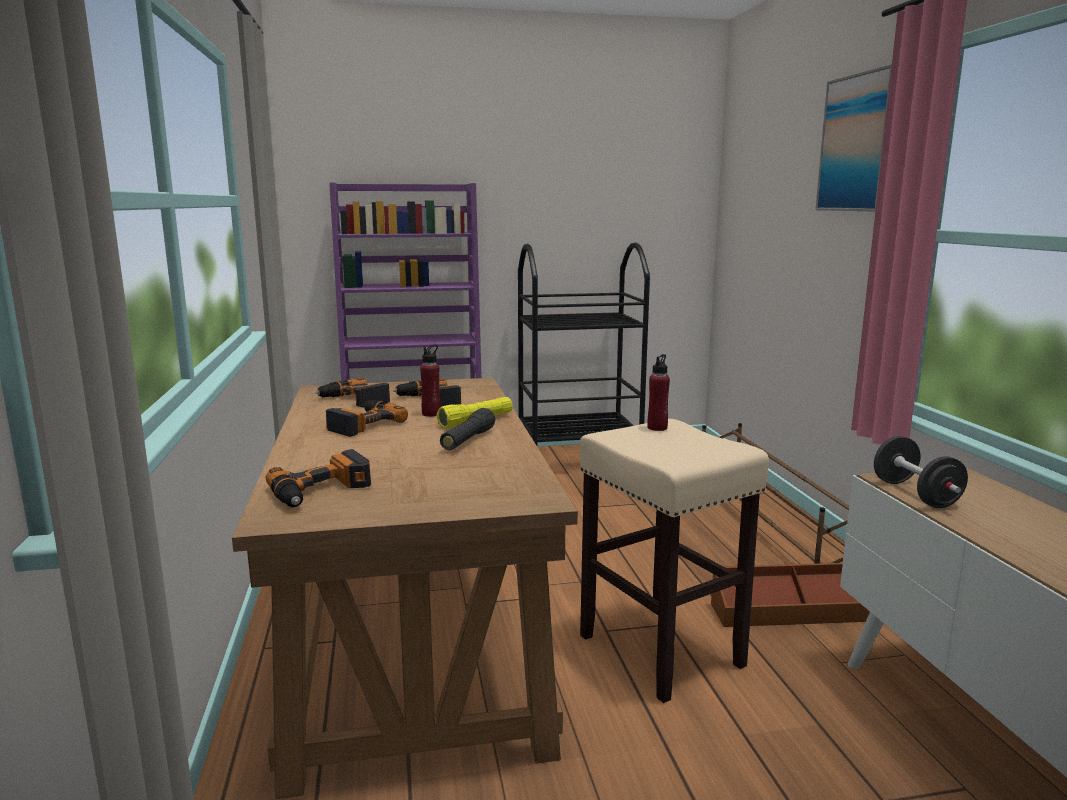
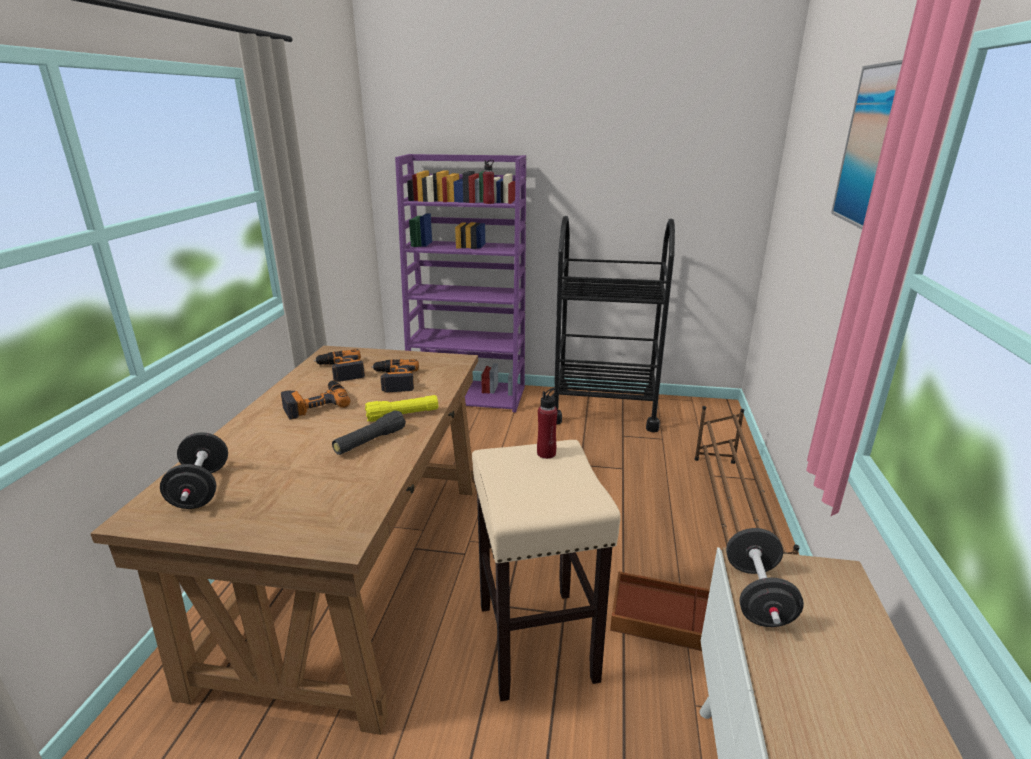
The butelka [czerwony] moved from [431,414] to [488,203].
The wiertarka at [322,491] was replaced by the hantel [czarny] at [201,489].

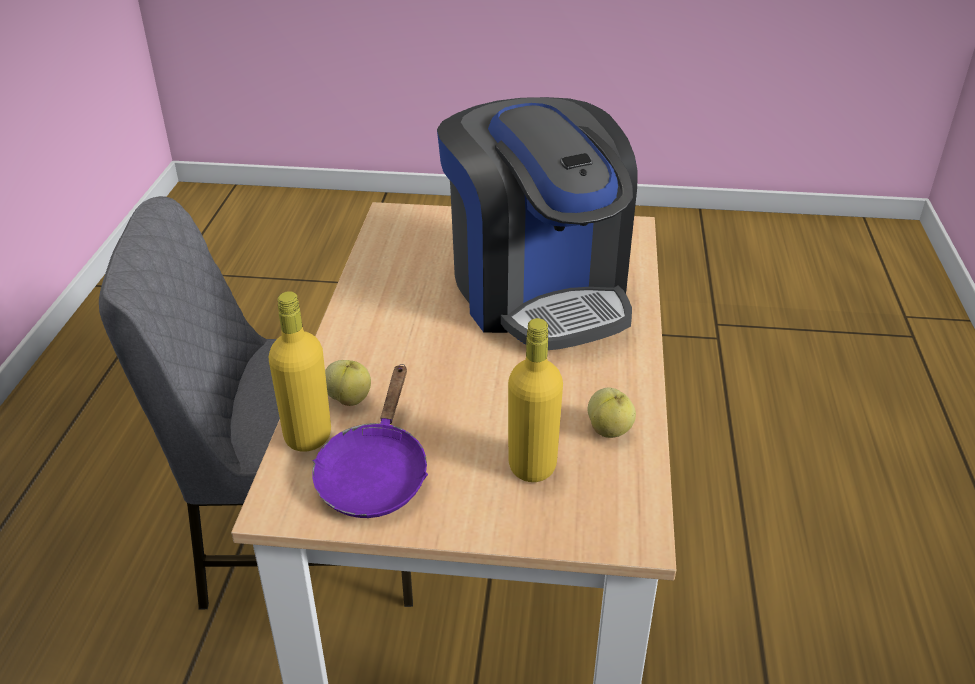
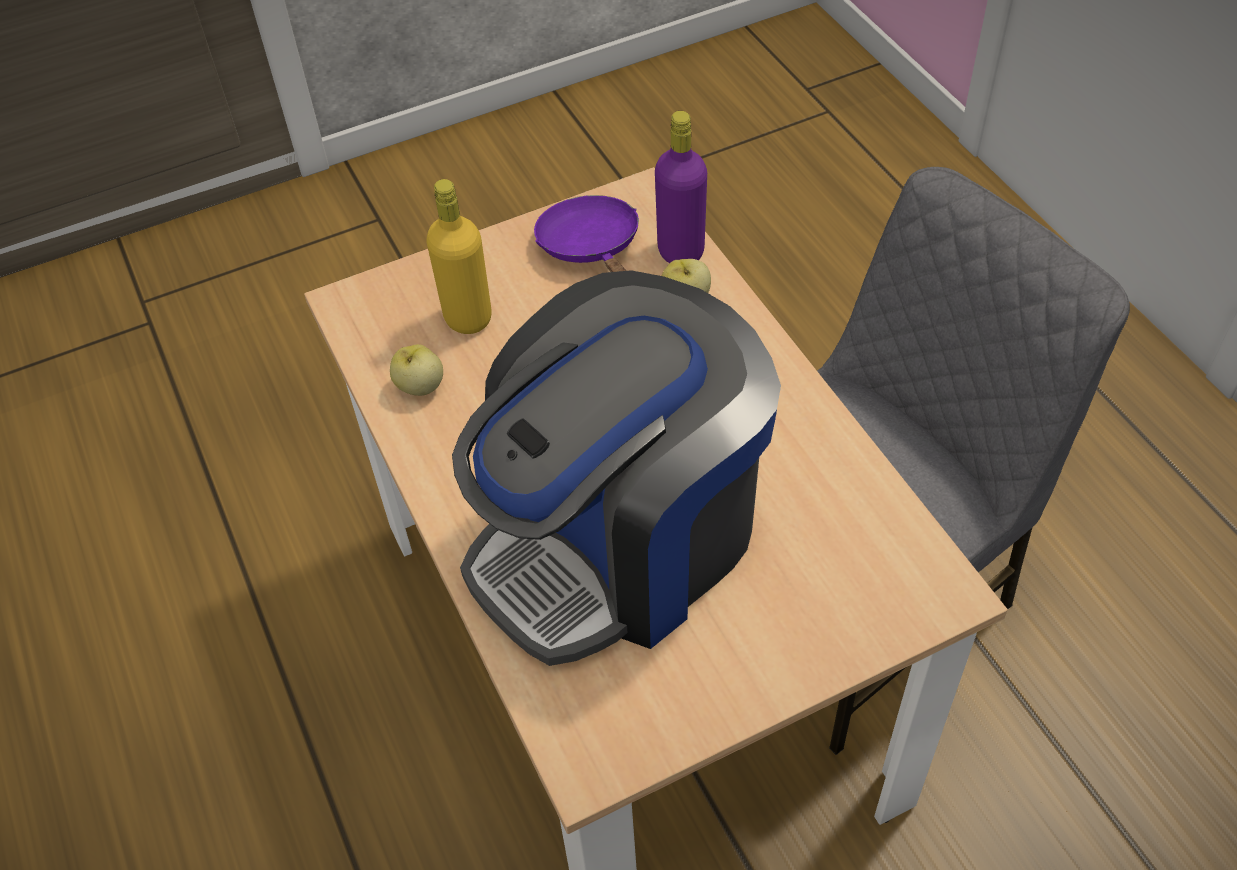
The butelka [żółty] at [308,436] became the butelka [fioletowy] at [681,251].
The ekspres do kawy at [538,291] turned 75 degrees counterclockwise.

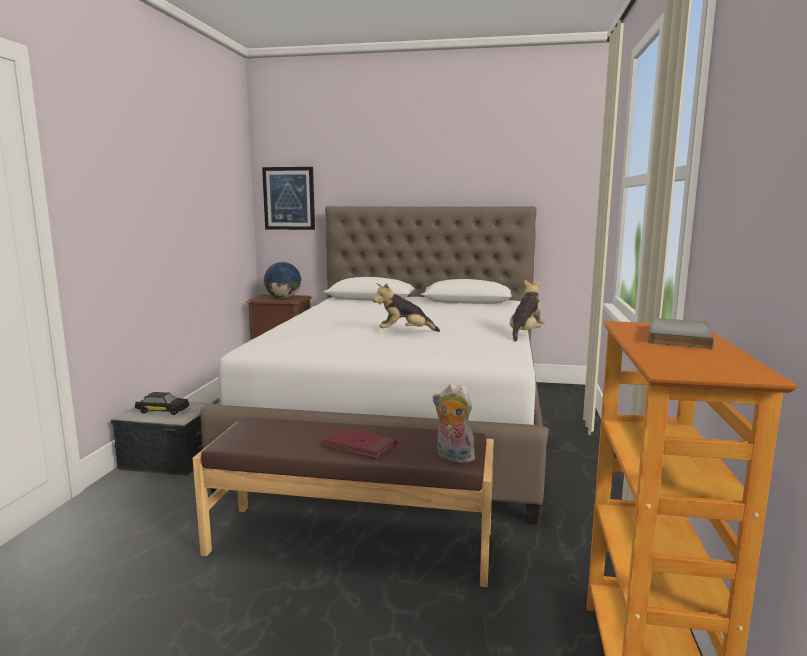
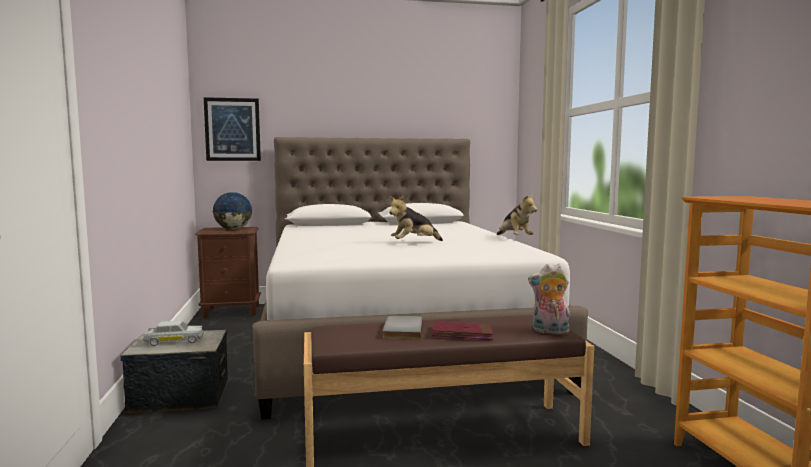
The książka [szary] moved from [675,336] to [401,330].
The samochodzik [czarny] at [162,410] became the samochodzik [biały] at [174,341].
The pluszak at [525,333] turned 150 degrees clockwise.

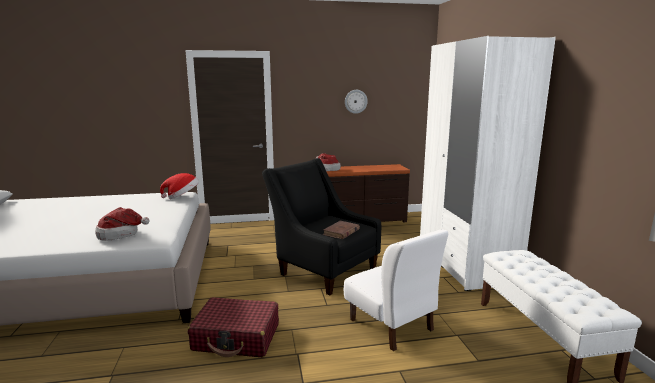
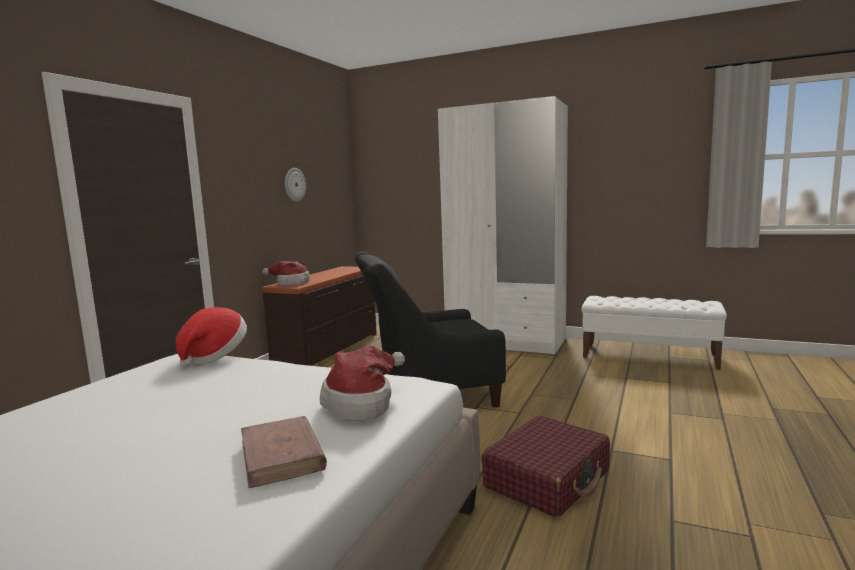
The krzesło [biały] at [391,325] disappeared.
The książka [brązowy] moved from [341,232] to [282,455].

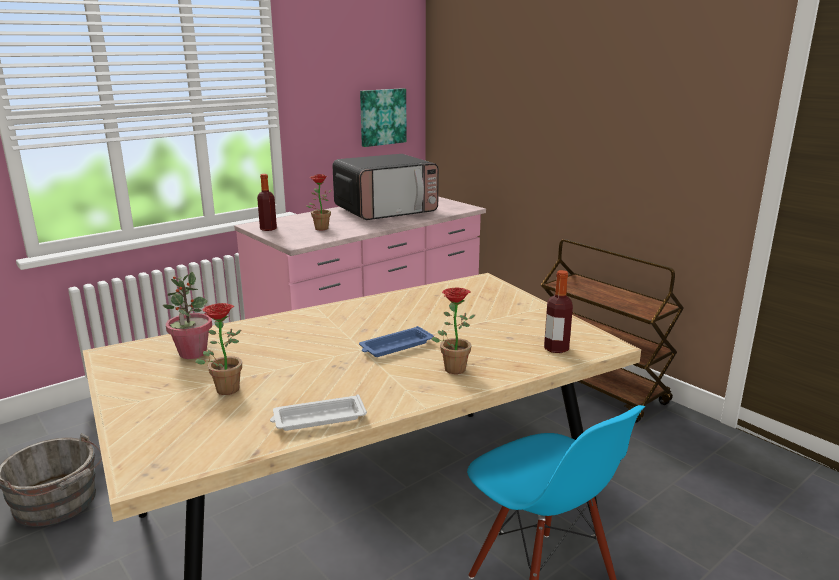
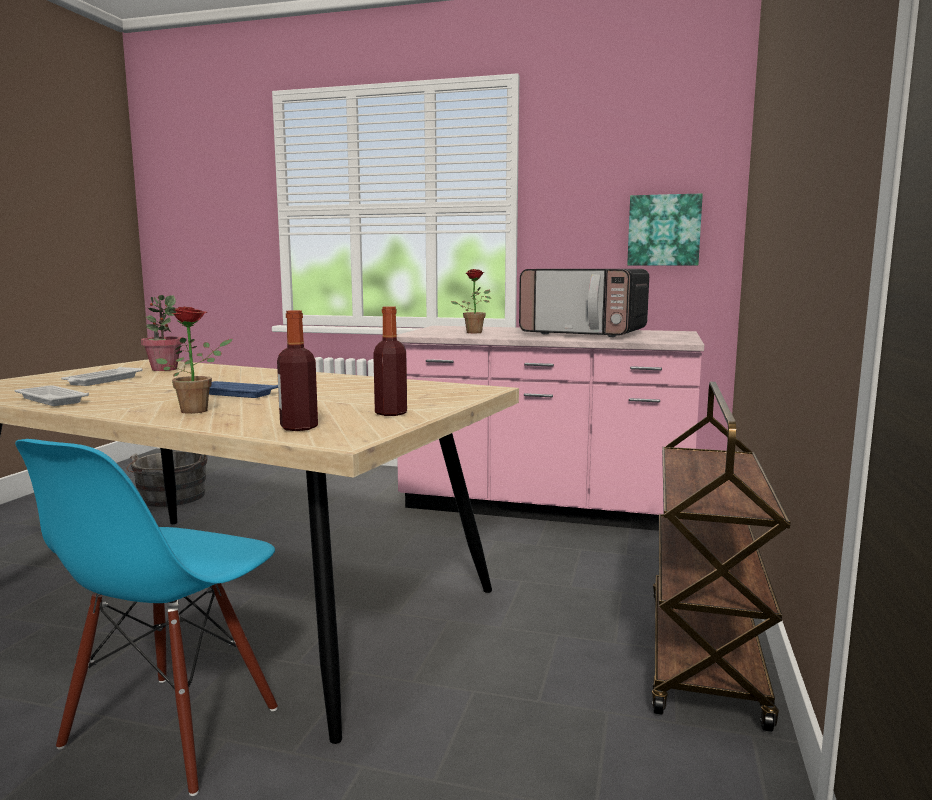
The butelka moved from [268,229] to [391,413].
The roślina doniczkowa at [225,387] was replaced by the taca [biały] at [102,381].

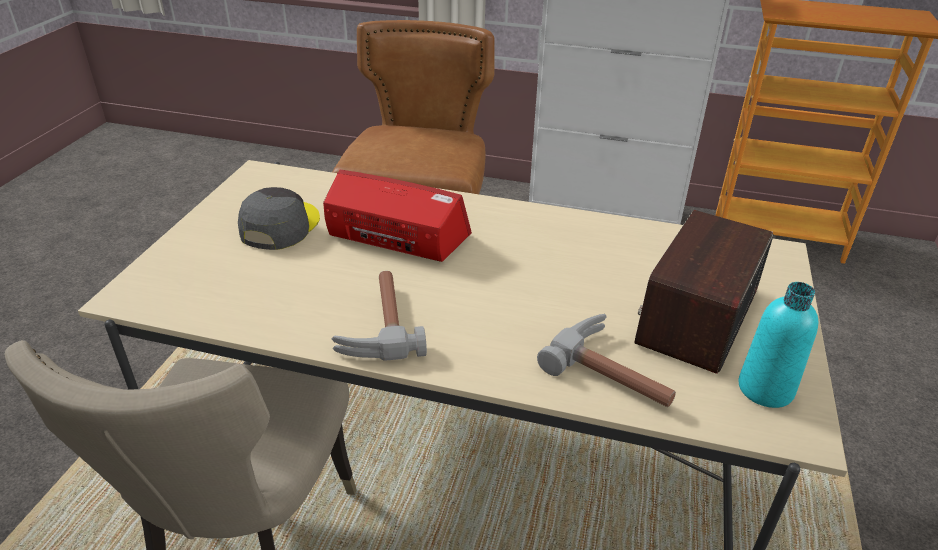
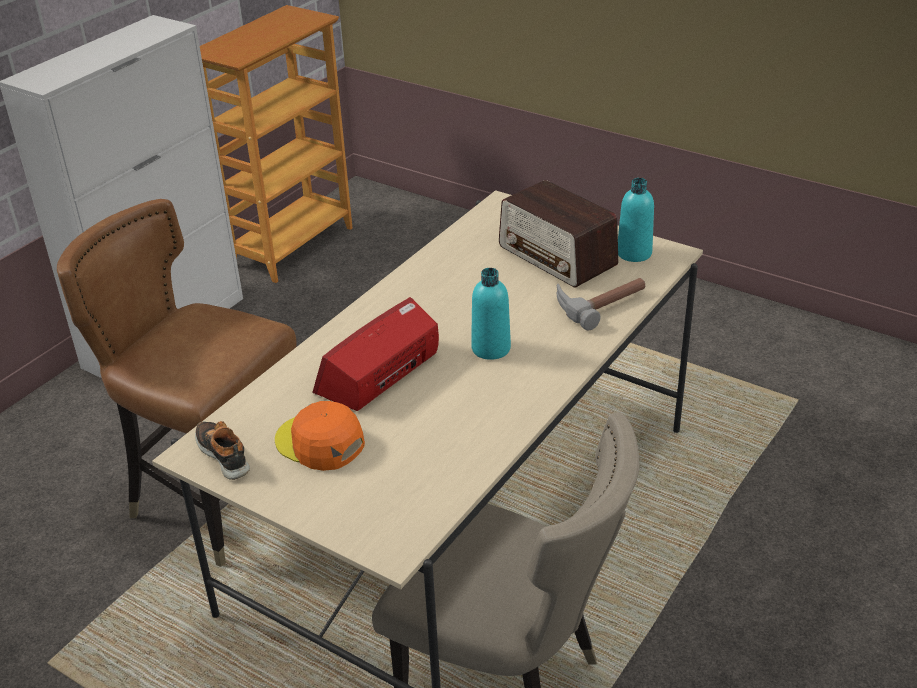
The młotek at [376,324] disappeared.
The but at [224,455] appeared.
The butelka [turkusowy] at [491,348] appeared.
The czapka z daszkiem [szary] at [279,226] became the czapka z daszkiem [pomarańczowy] at [319,443].

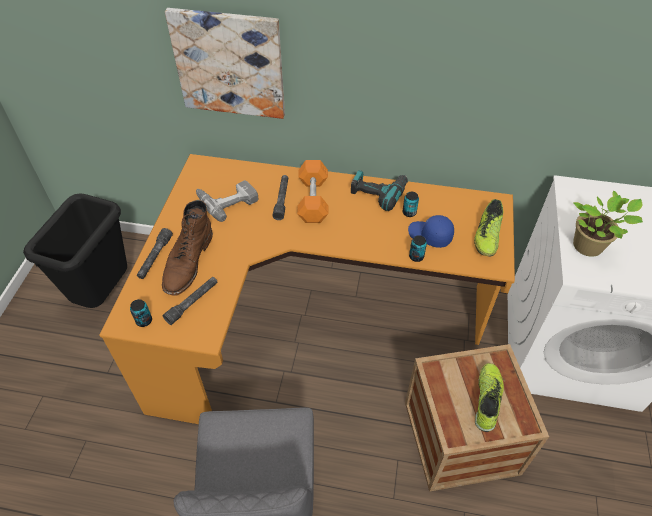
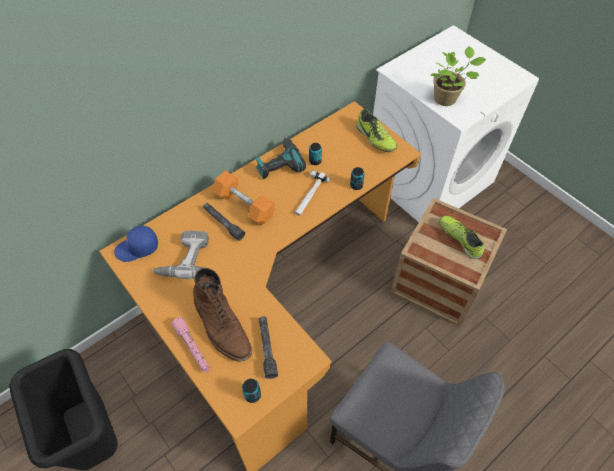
The obraz at [229,63] disappeared.
The młotek at [309,195] appeared.
The czapka z daszkiem [niebieski] moved from [429,235] to [137,248].
The latarka [szary] at [155,257] became the latarka [różowy] at [192,347].

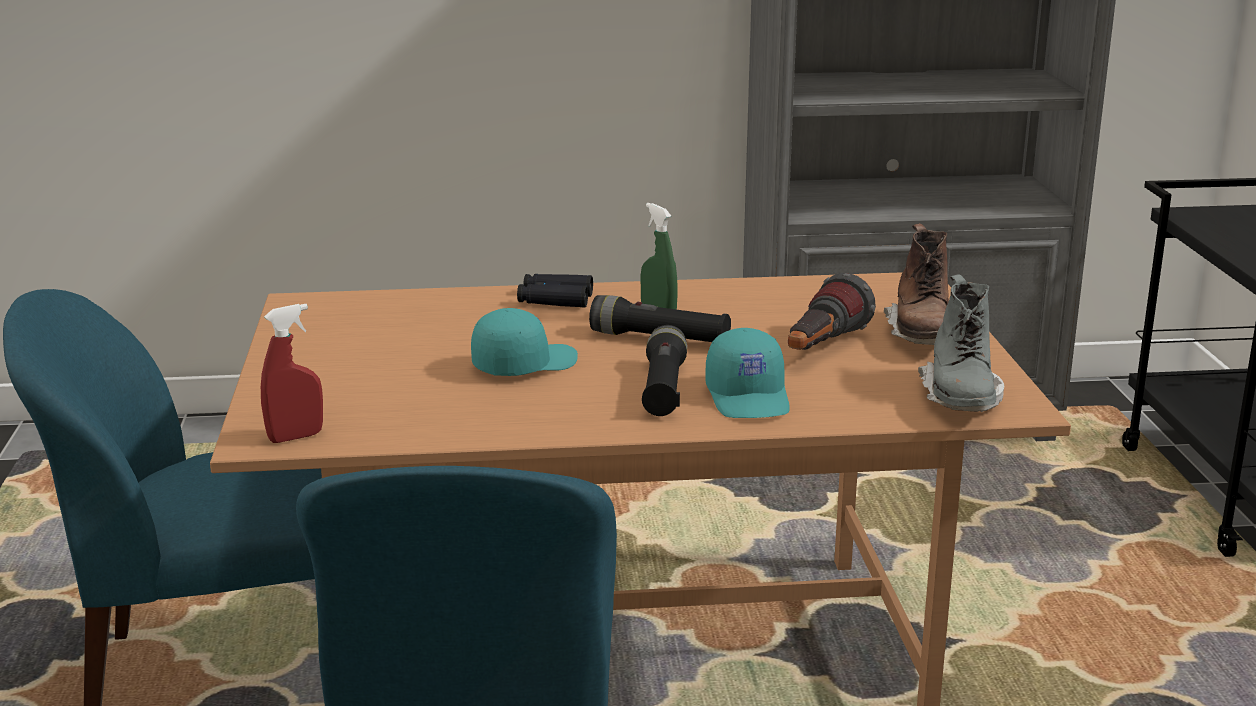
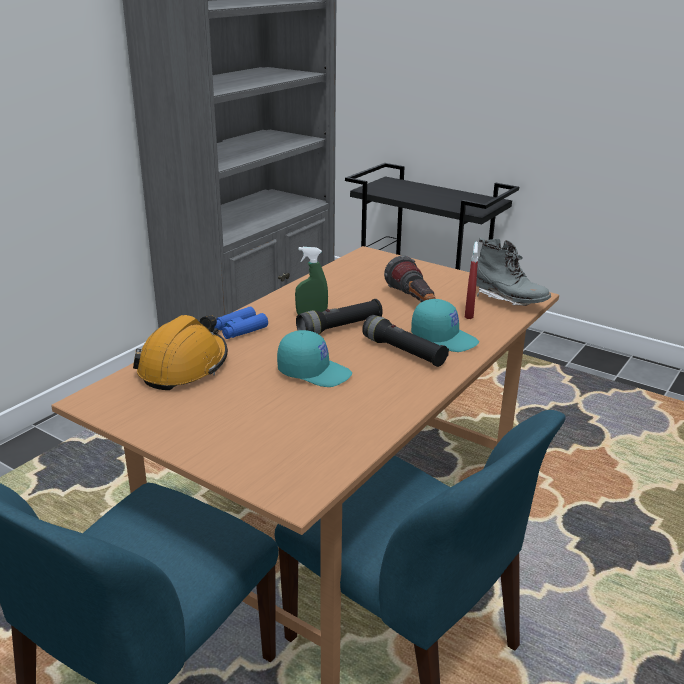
The but z cholewką [brązowy] at [922,335] disappeared.
The kask [pomarańczowy] at [184,366] appeared.
The spryskiwacz [czerwony] moved from [295,437] to [469,314].
The lornetka [czarny] at [555,299] became the lornetka [niebieski] at [239,329].
The czapka z daszkiem [turkusowy] at [524,364] turned 105 degrees clockwise.

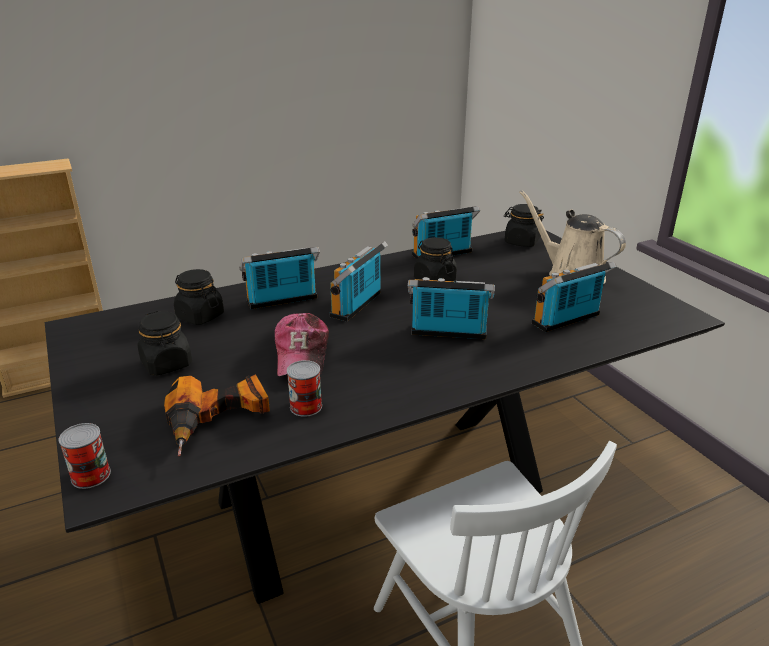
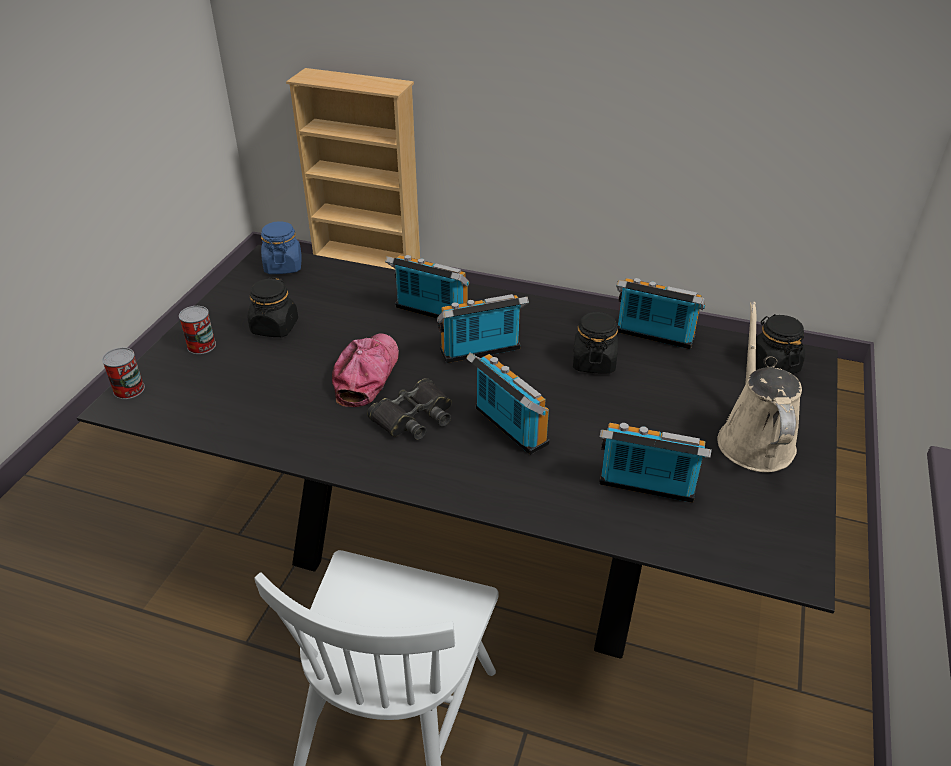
The wiertarka at [219,421] disappeared.
The słoik [czarny] at [200,316] disappeared.
The słoik [niebieski] at [283,266] appeared.
The lornetka [czarny] at [414,417] appeared.
The puszka moved from [306,406] to [201,345].
The czapka z daszkiem at [302,354] turned 150 degrees clockwise.

